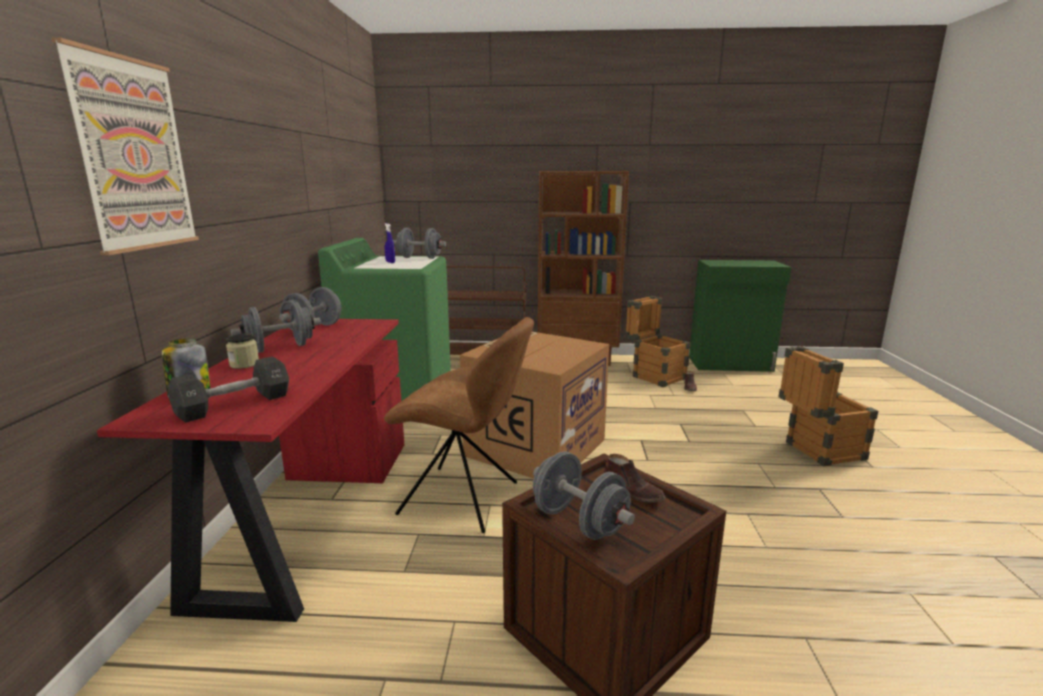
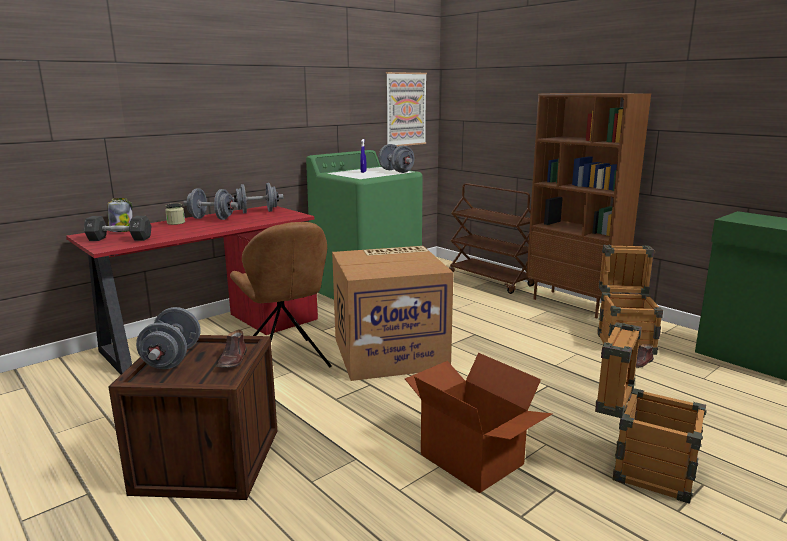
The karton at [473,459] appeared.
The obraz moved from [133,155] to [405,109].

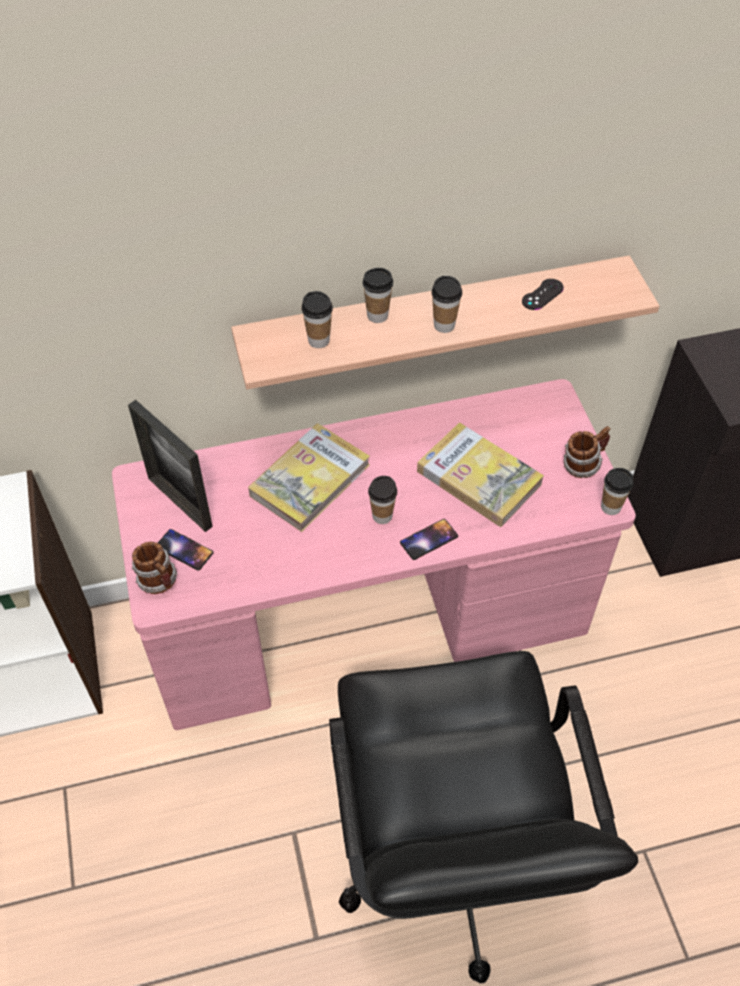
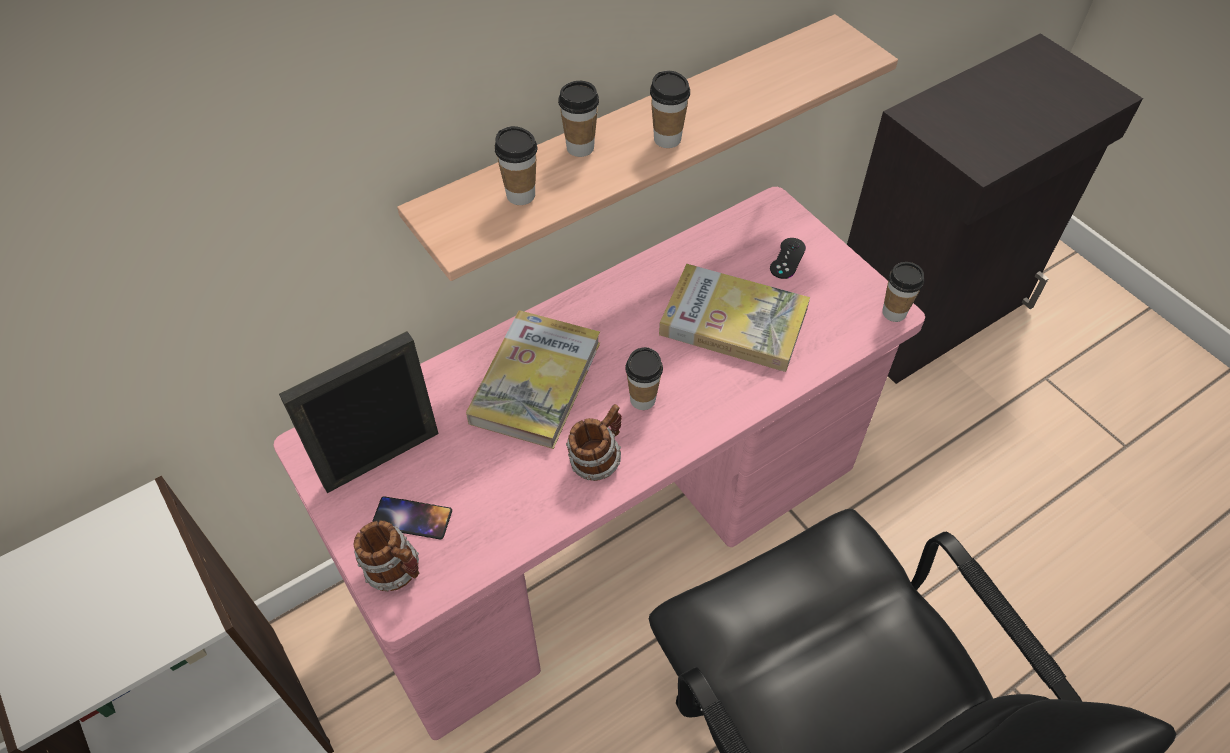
The telefon at [428,539] disappeared.
The pad do gier [czarny] moved from [542,294] to [787,258].
The kubek moved from [582,465] to [596,459].
The ramka na zdjęcie at [180,502] turned 120 degrees clockwise.

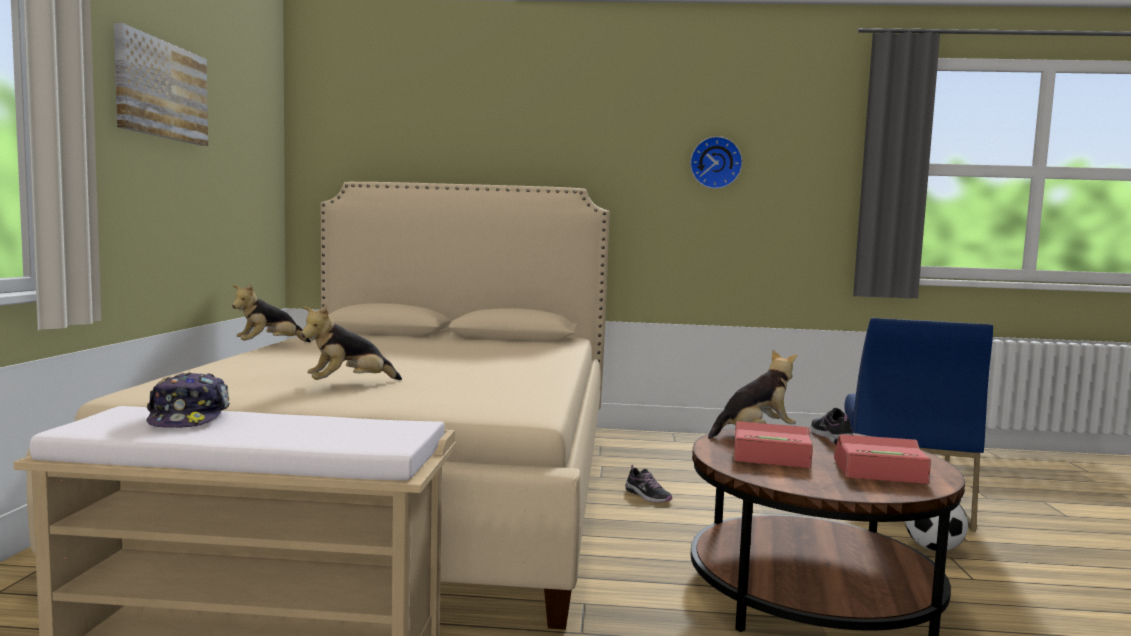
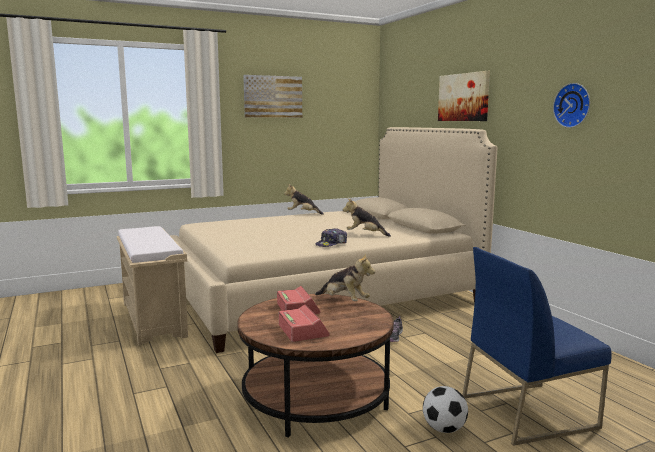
The but at [831,438] disappeared.
The obraz at [463,97] appeared.
The czapka z daszkiem moved from [189,417] to [332,244].
The pluszak moved from [349,385] to [365,234].

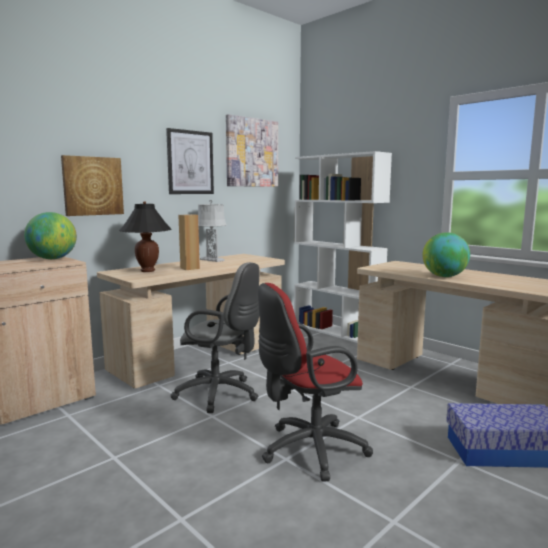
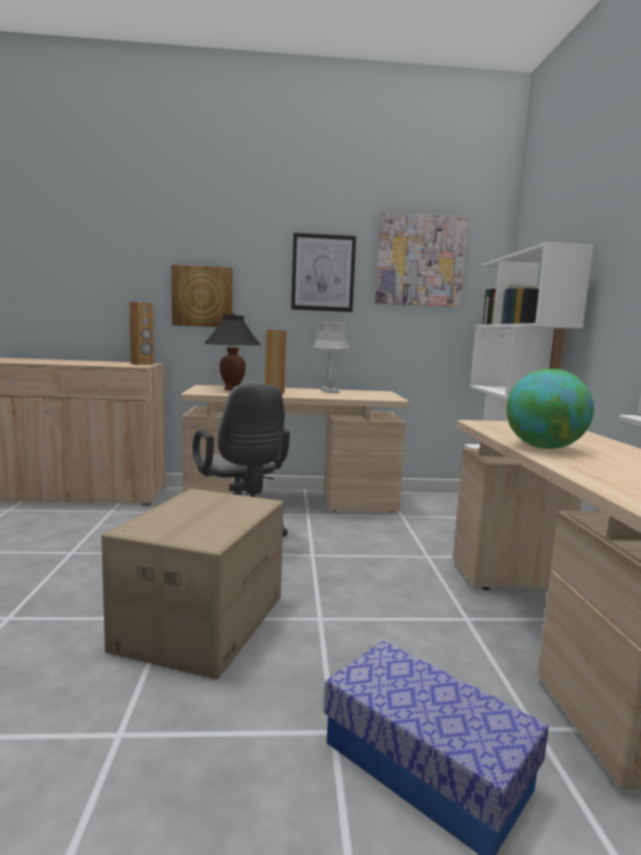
The globus at [53,259] was replaced by the głośnik [brązowy] at [142,364].
The krzesło biurowe [czerwony] at [308,450] was replaced by the karton at [201,622].

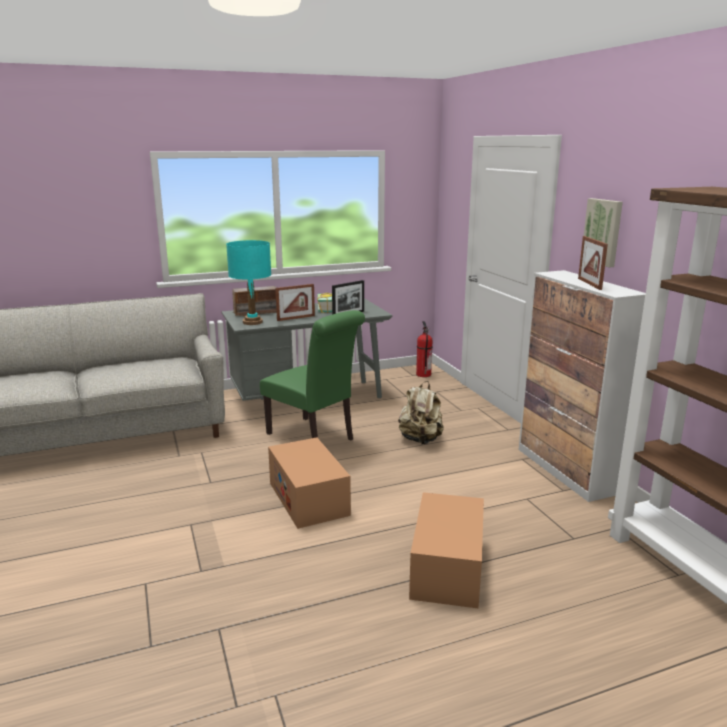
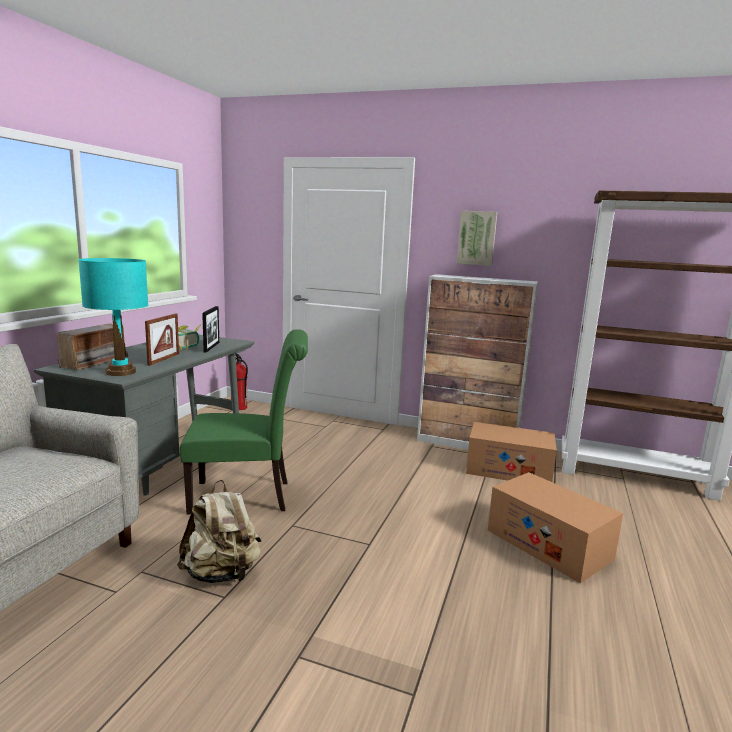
The ramka na zdjęcie at [589,284] disappeared.
The karton moved from [308,498] to [508,470].
The plecak [beżowy] moved from [420,440] to [221,573].

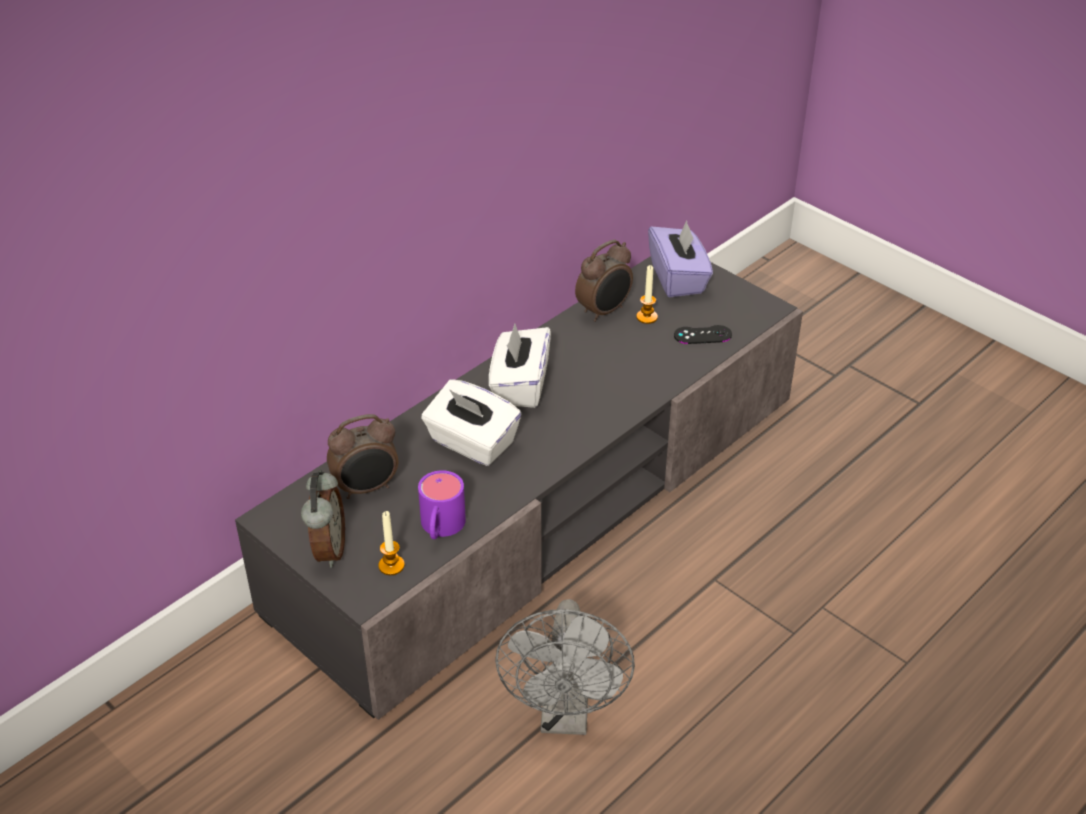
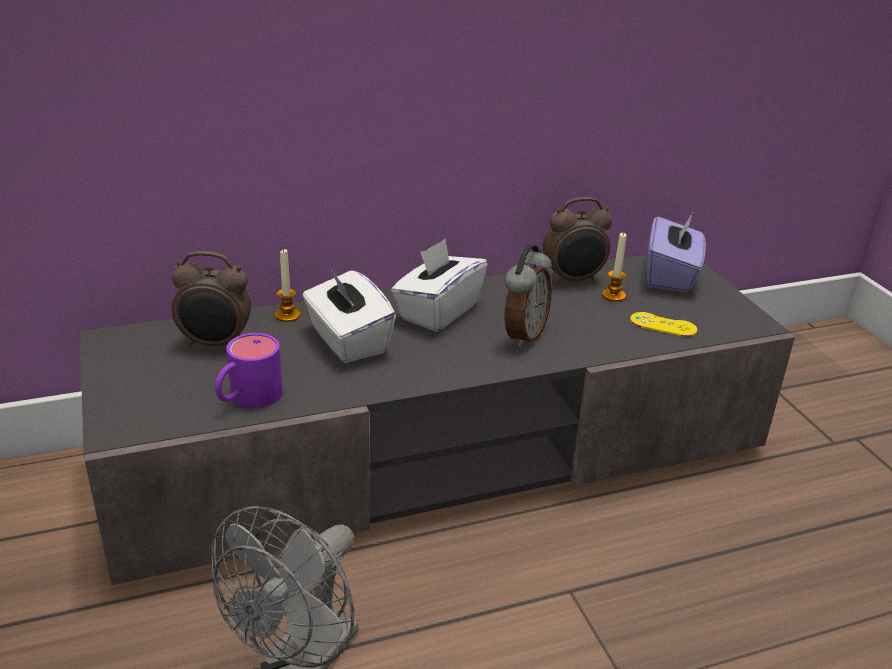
The budzik moved from [328,549] to [523,335].
The świeca moved from [391,565] to [287,315].
The pad do gier [czarny] at [702,335] became the pad do gier [żółty] at [663,325].

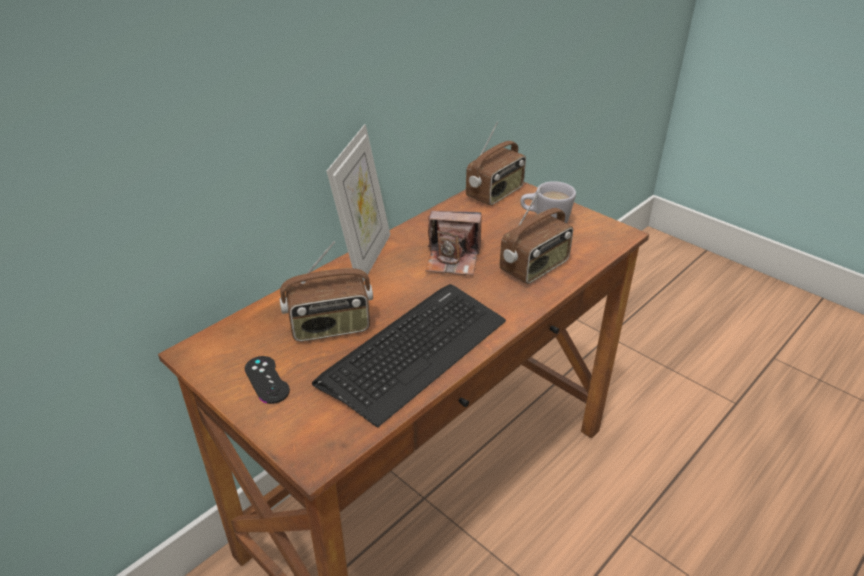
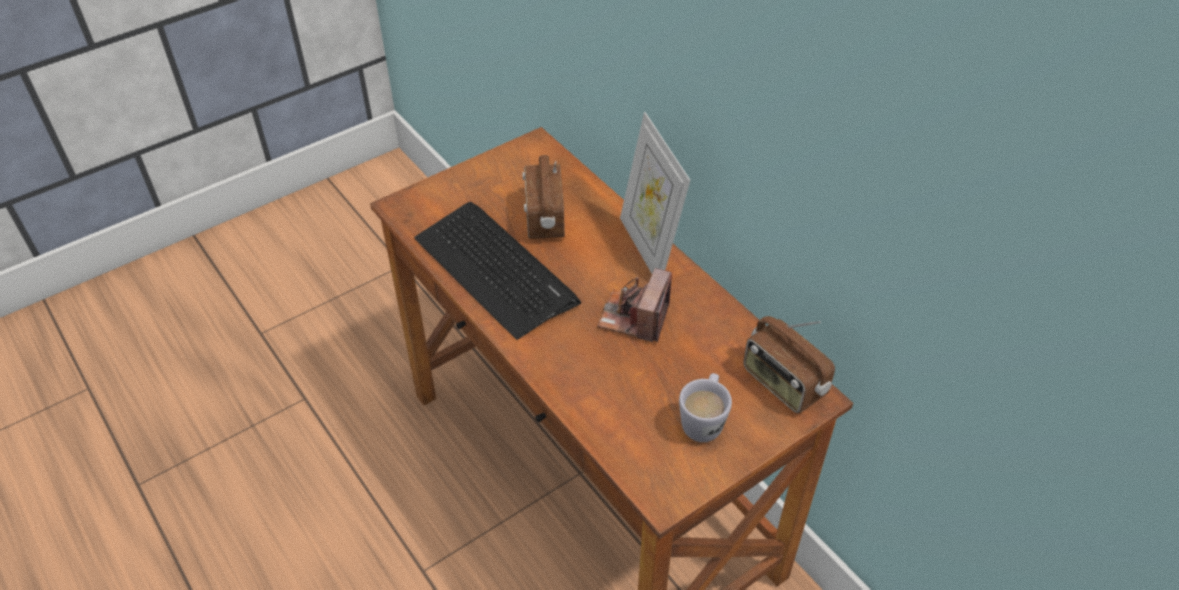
The pad do gier [czarny] at [267,379] disappeared.
The radio at [535,268] disappeared.
The ramka na zdjęcie at [365,259] turned 45 degrees clockwise.

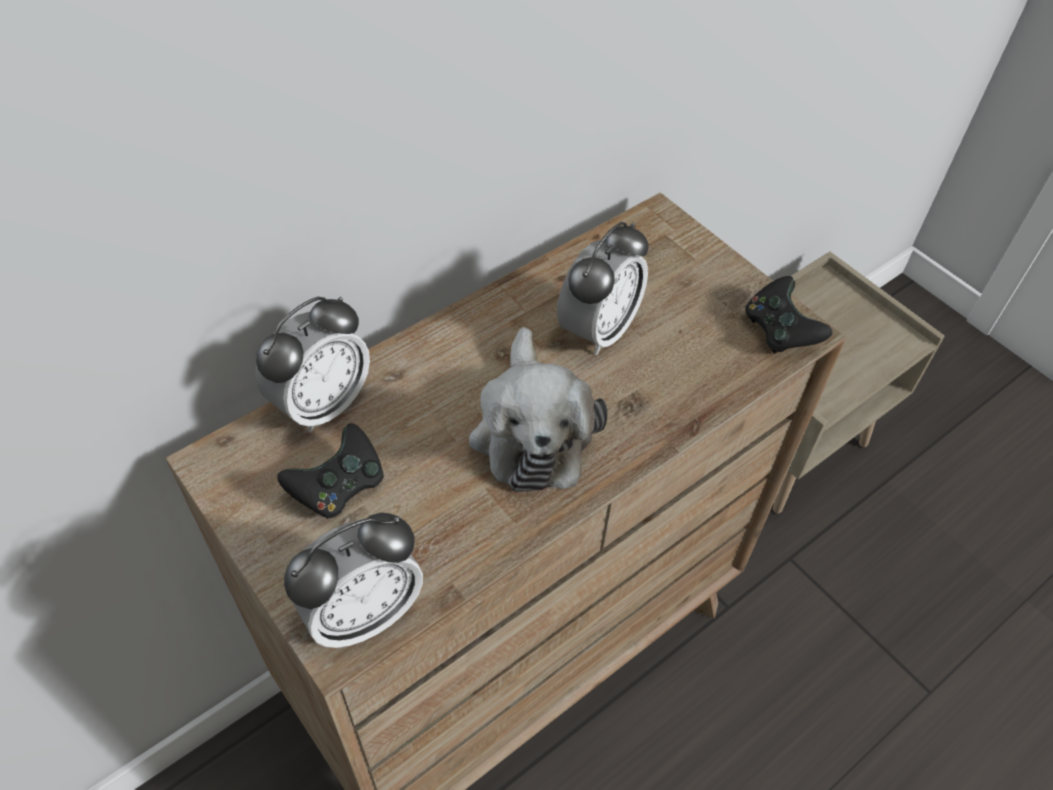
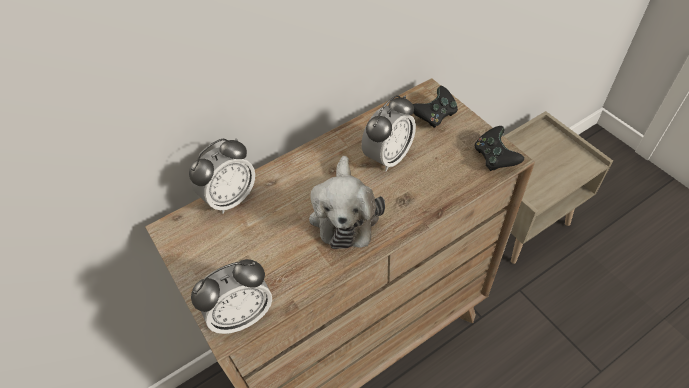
The pad do gier [czarny] moved from [338,487] to [434,116].

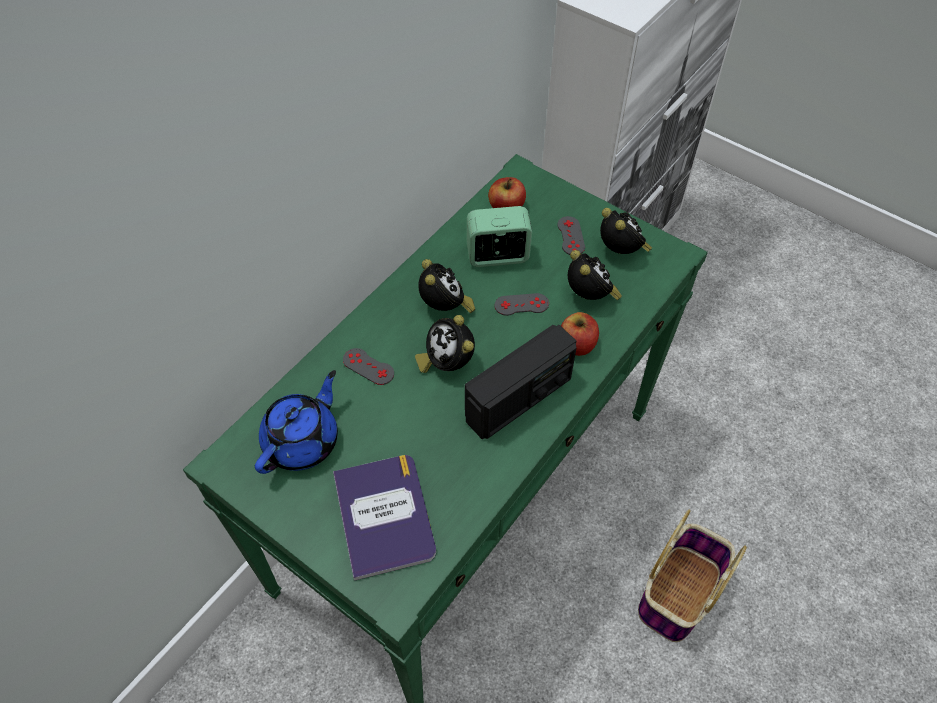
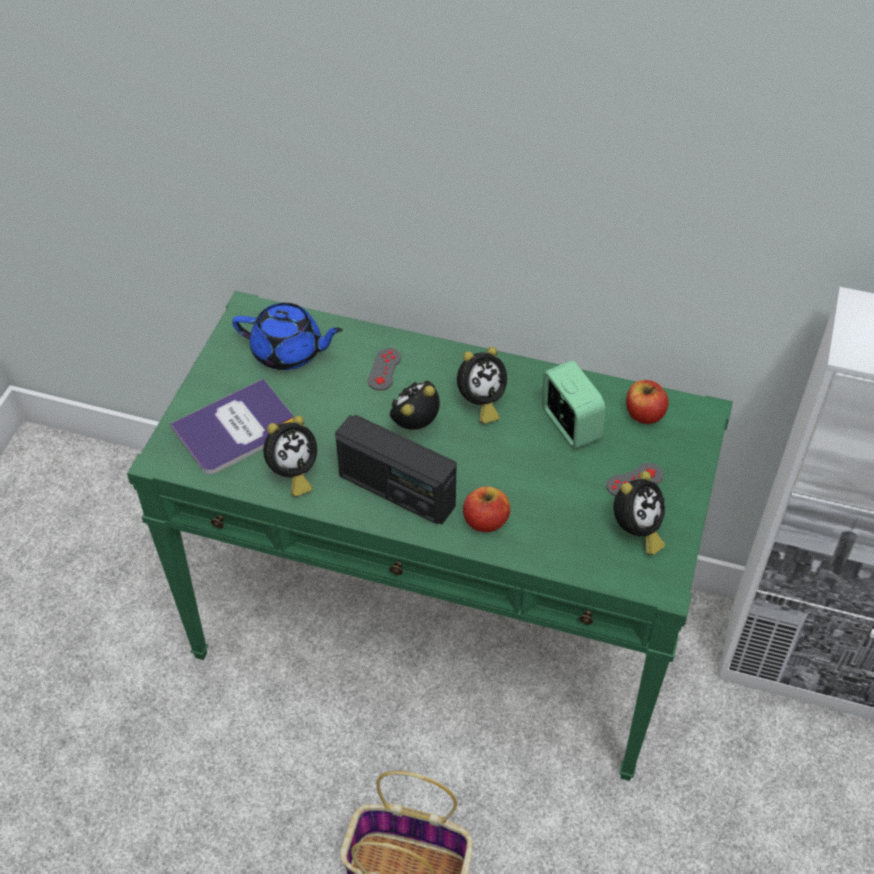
The pad do gier [szary] at [521,304] disappeared.
The budzik moved from [590,297] to [292,474].

